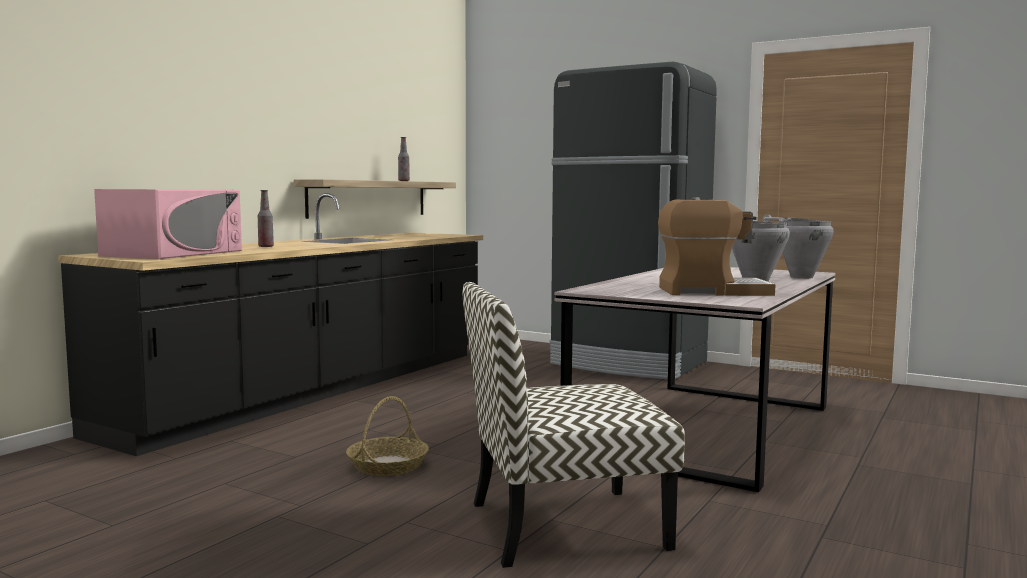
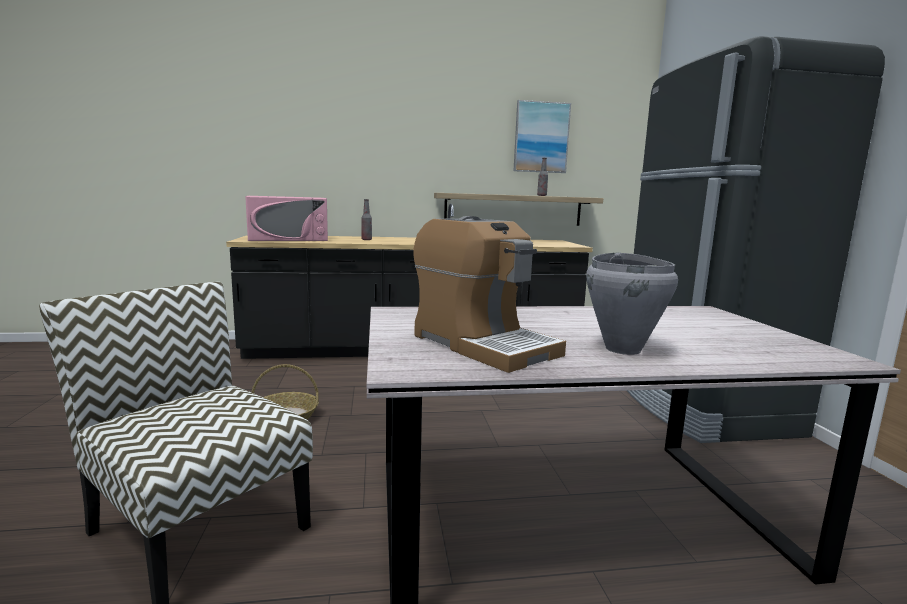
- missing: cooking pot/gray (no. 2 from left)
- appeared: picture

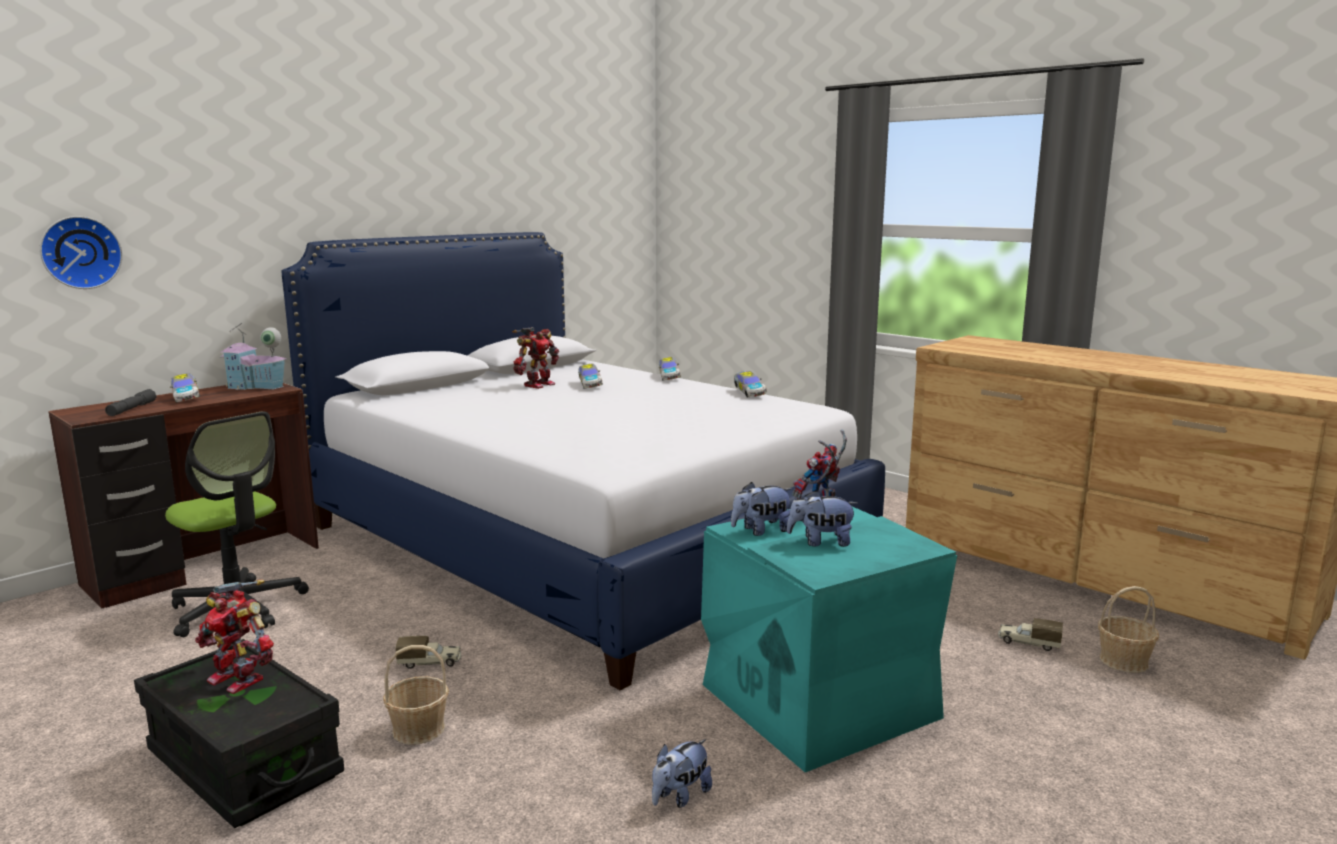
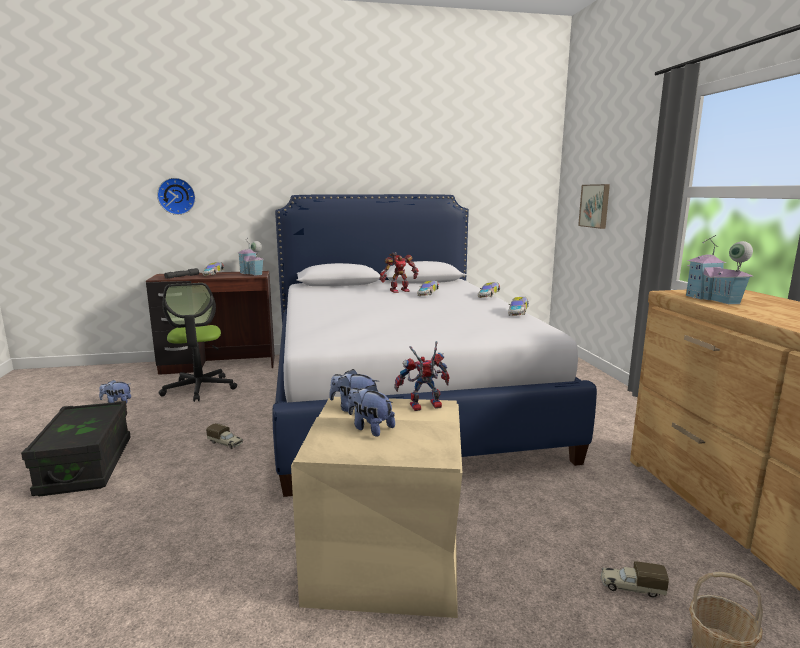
- missing: toy robot (no. 1 from left)
- missing: storage basket (no. 1 from left)
- appeared: picture
- appeared: toy house (no. 2 from left)
- relocated: cuddly toy (no. 1 from left)
- colour: storage bin/turquoise-coloured to storage bin/beige
- spun: model truck (no. 2 from left) 45 degrees counterclockwise

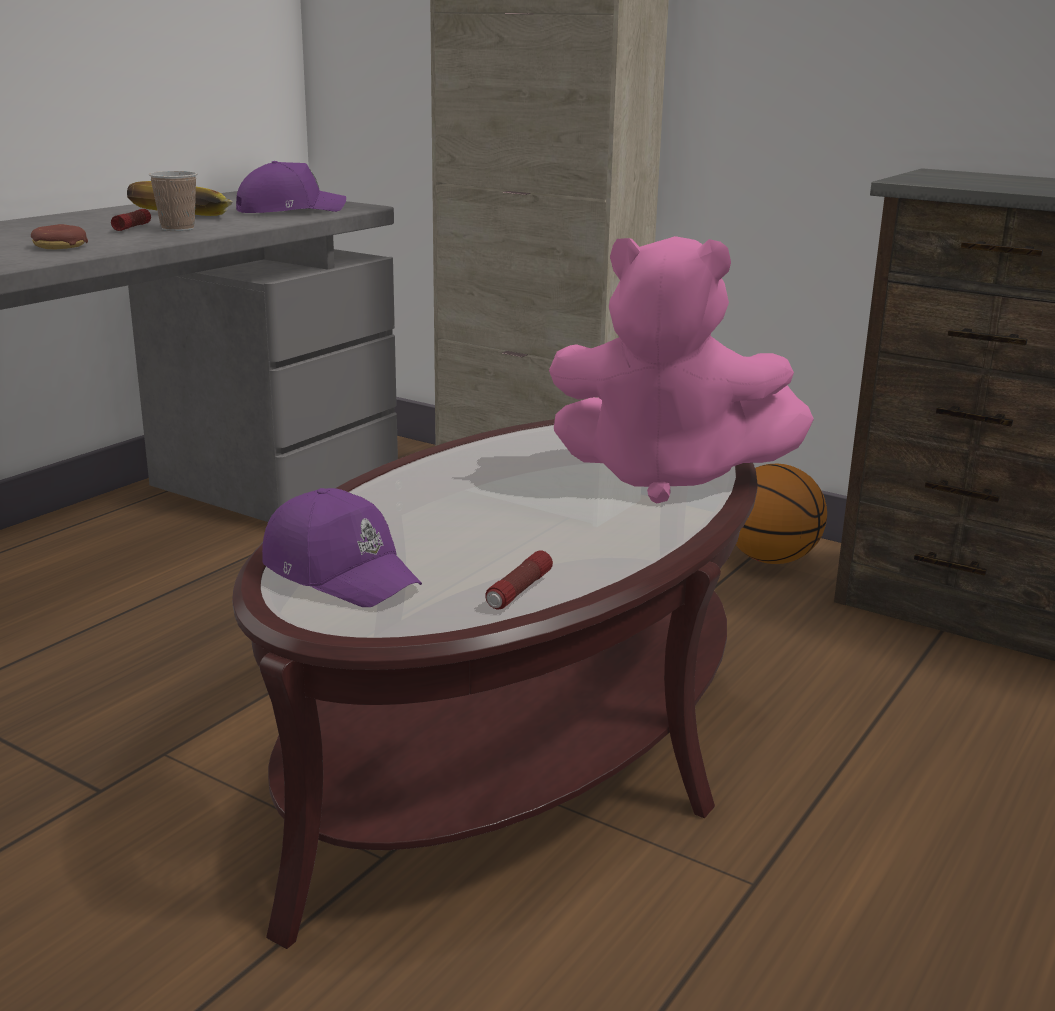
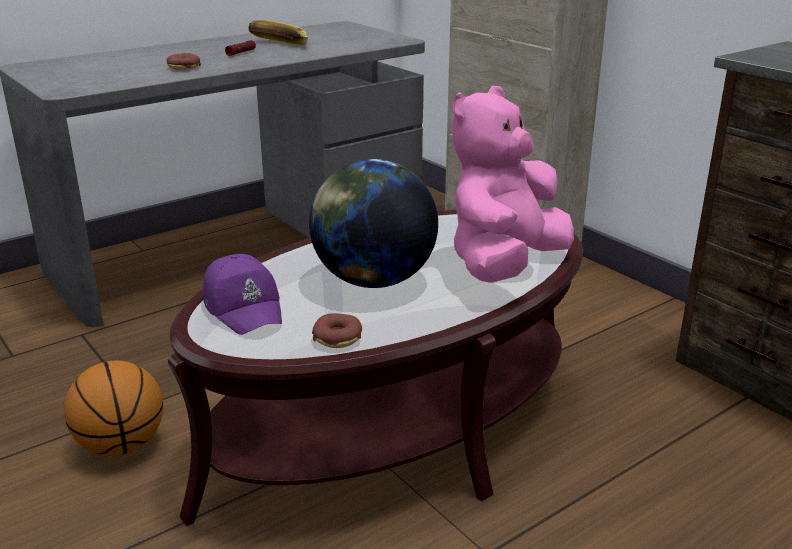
- missing: small cup
- missing: baseball cap/purple (no. 1 from left)
- appeared: desk globe
- relocated: ball for basketball
- exchanged: torch (no. 2 from left) to donut (no. 2 from left)
- spun: cuddly toy/pinkish 90 degrees clockwise

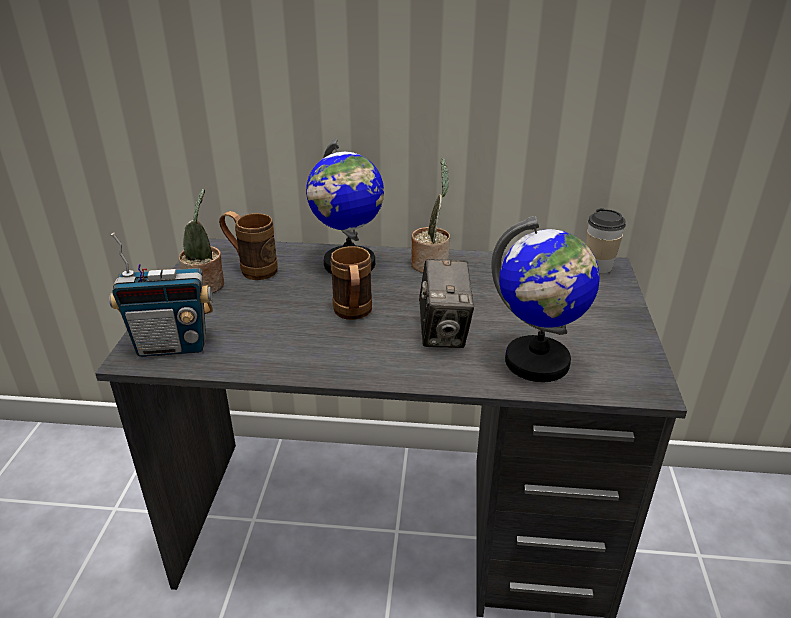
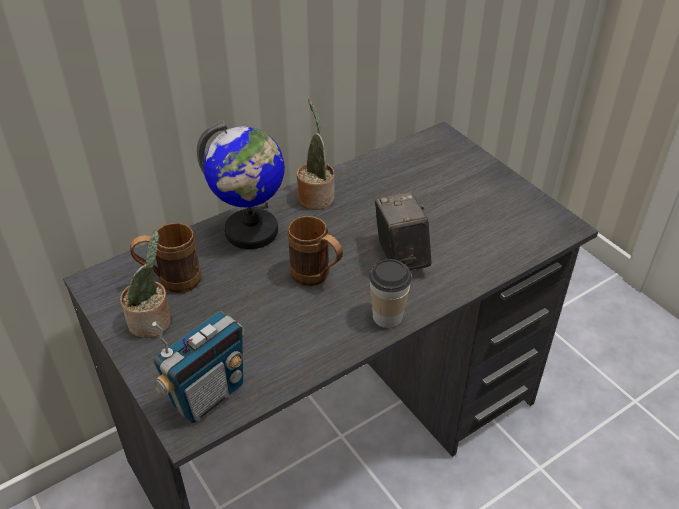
- missing: desk globe (no. 2 from left)
- relocated: small cup
- spun: still camera 150 degrees counterclockwise

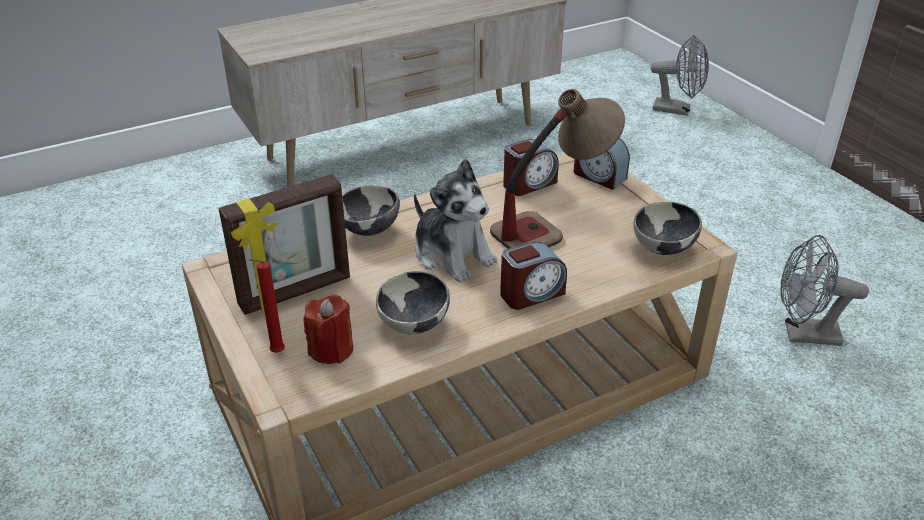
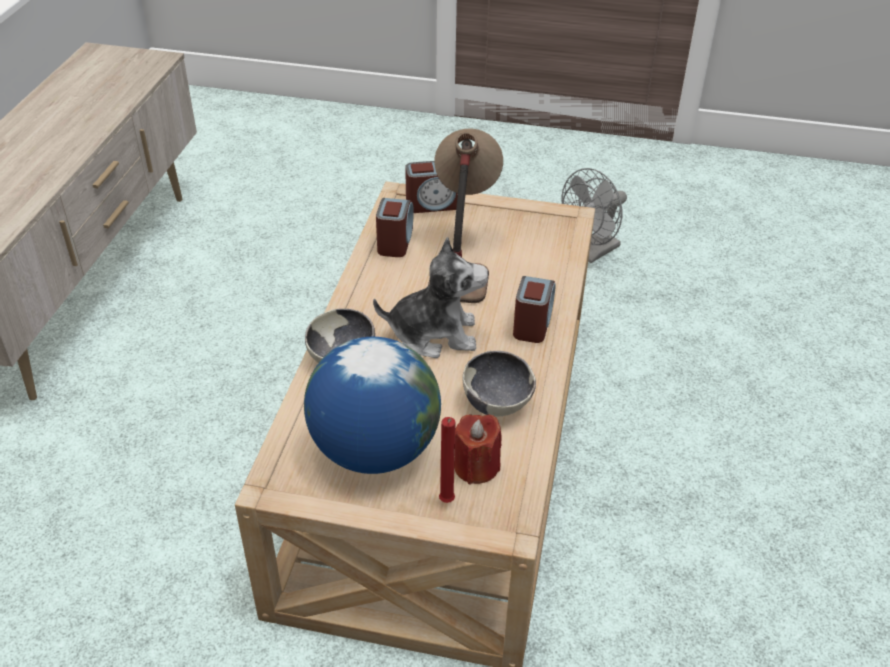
- missing: serving bowl (no. 3 from left)
- missing: fan/gray (no. 1 from left)
- exchanged: standing frame to desk globe

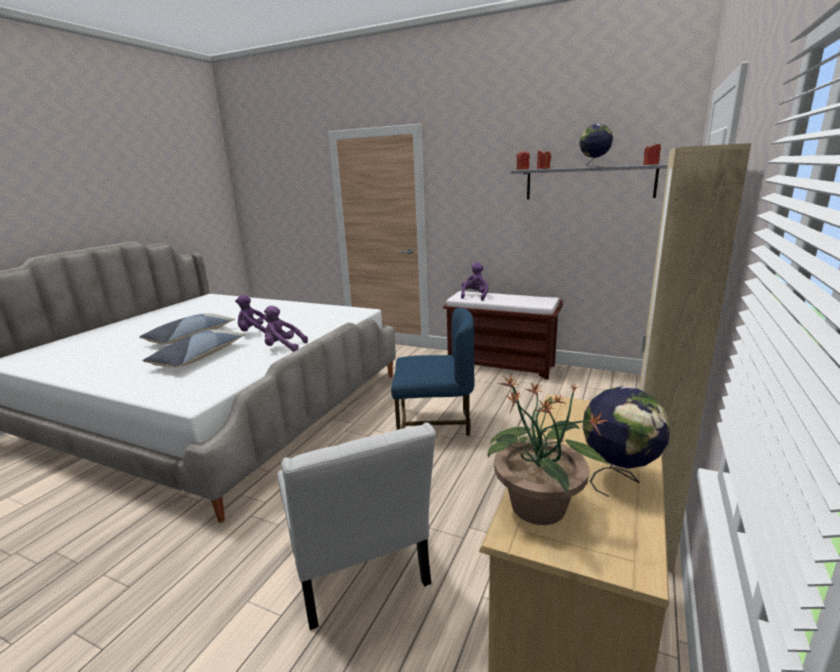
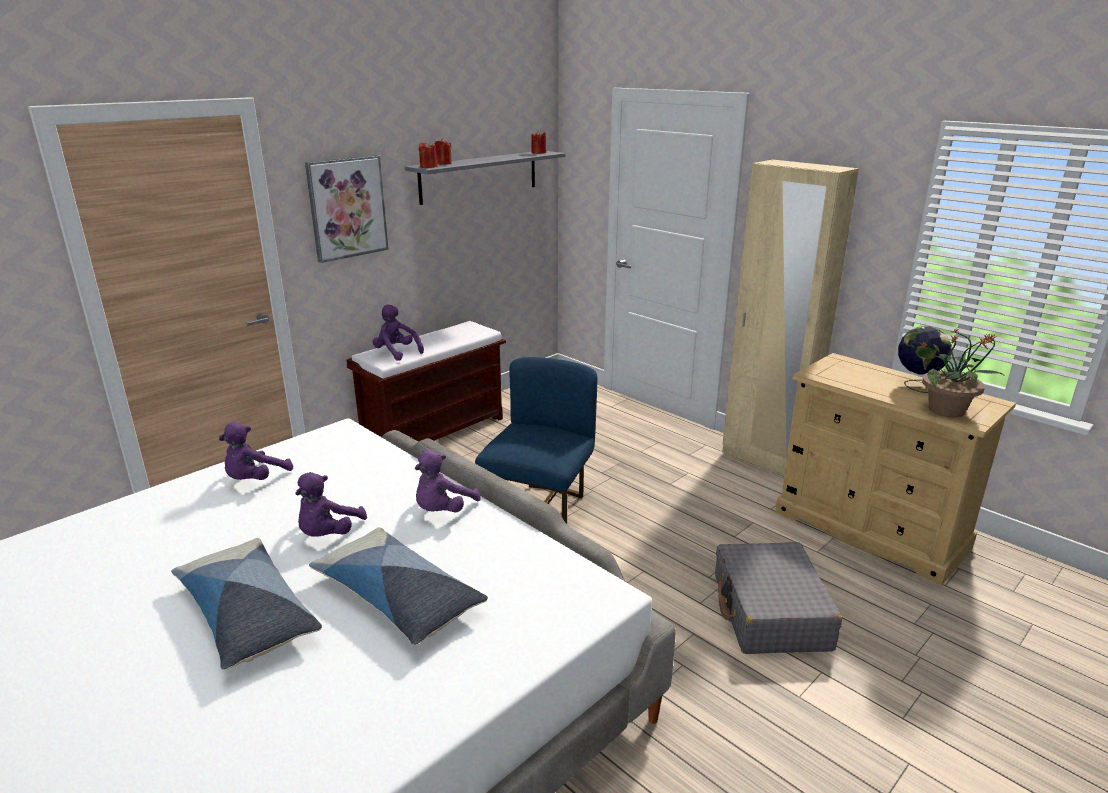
- missing: desk globe (no. 1 from left)
- appeared: cuddly toy/purple (no. 1 from left)
- appeared: picture
- exchanged: chair/white to travel case/gray

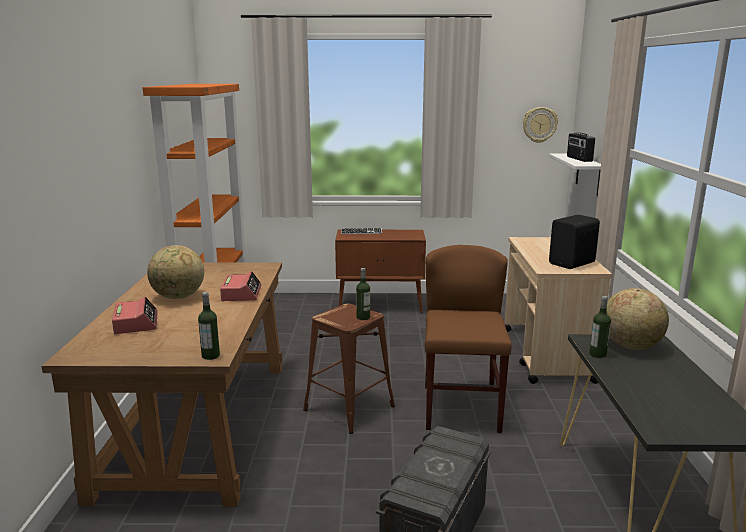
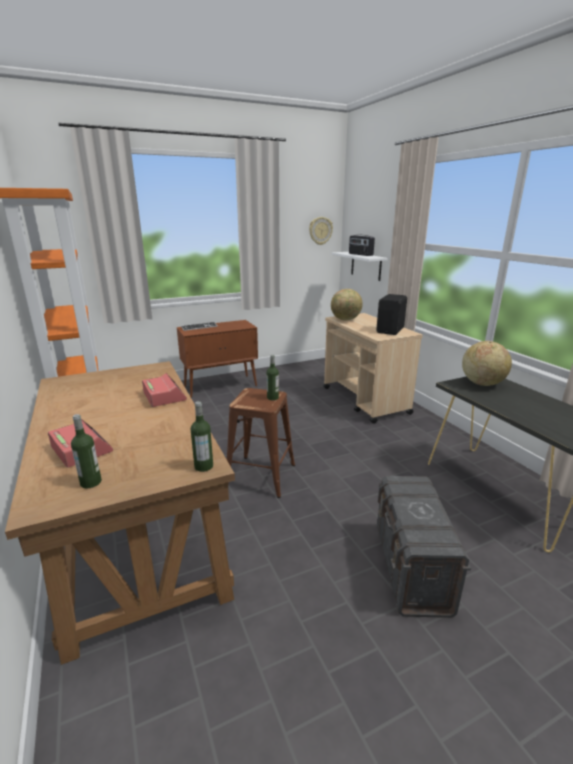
- missing: chair/brown
- relocated: desk globe (no. 1 from left)
- relocated: drink bottle (no. 3 from left in the first image) to drink bottle (no. 1 from left)

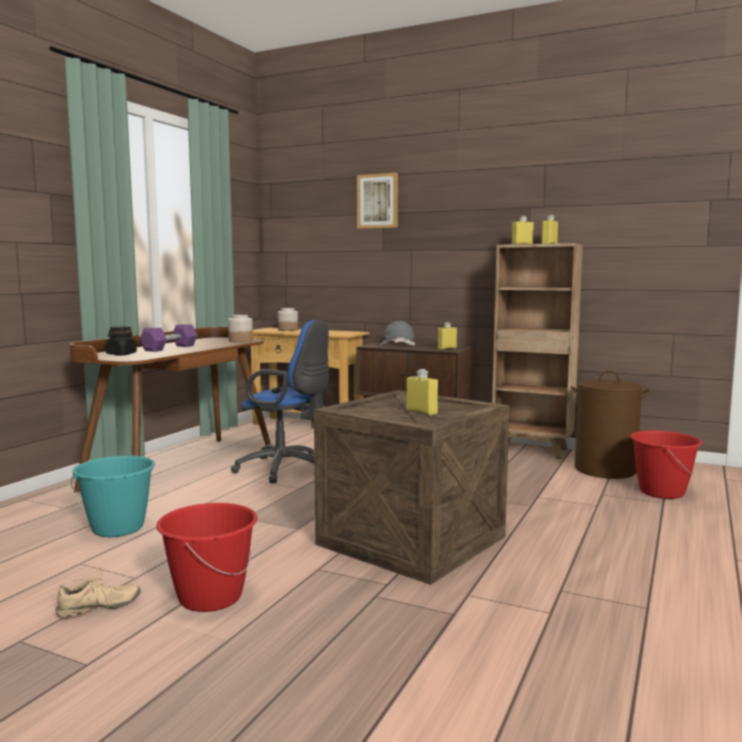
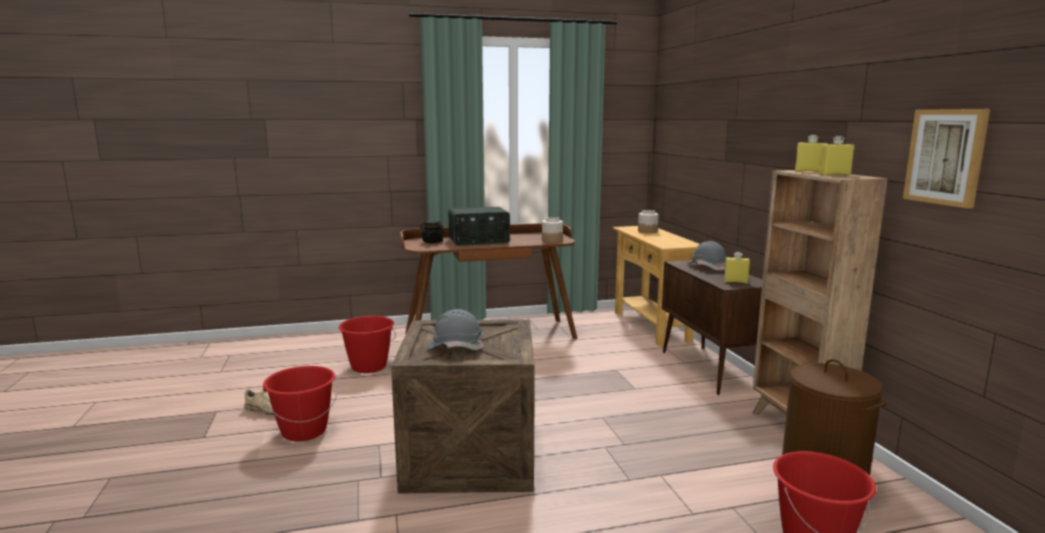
- missing: computer chair/blue-coloured
- relocated: picture
- exchanged: dumbbell/purple to radio
- exchanged: drink bottle/yellowish (no. 1 from left) to work helmet/gray (no. 1 from left)
- colour: pail/turquoise-coloured to pail/reddish (no. 2 from left)

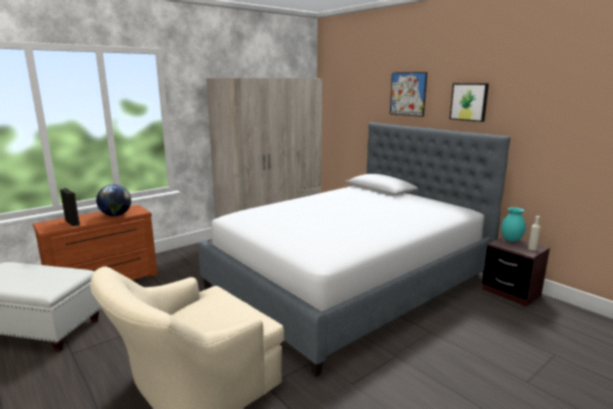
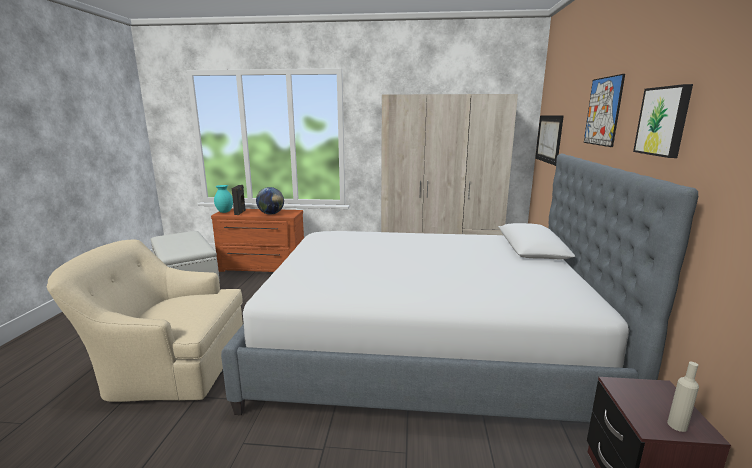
- appeared: picture (no. 1 from left)
- relocated: flower vase/turquoise-coloured

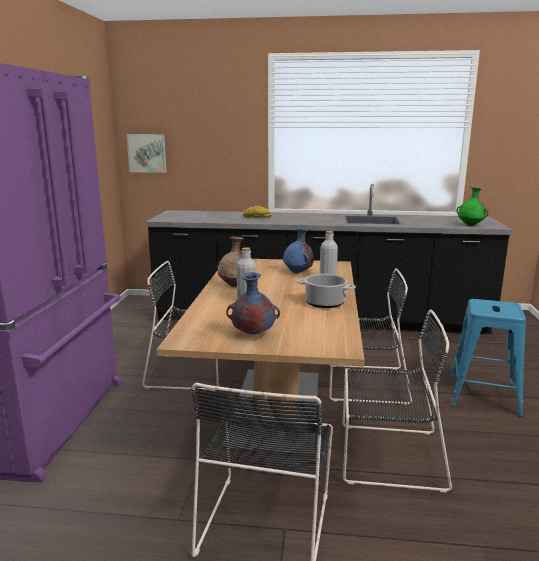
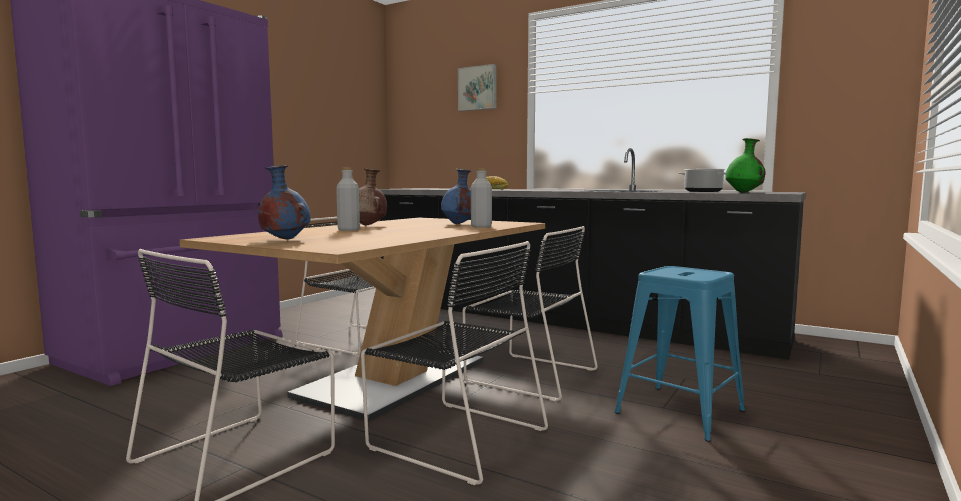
- relocated: picture
- relocated: cooking pot

